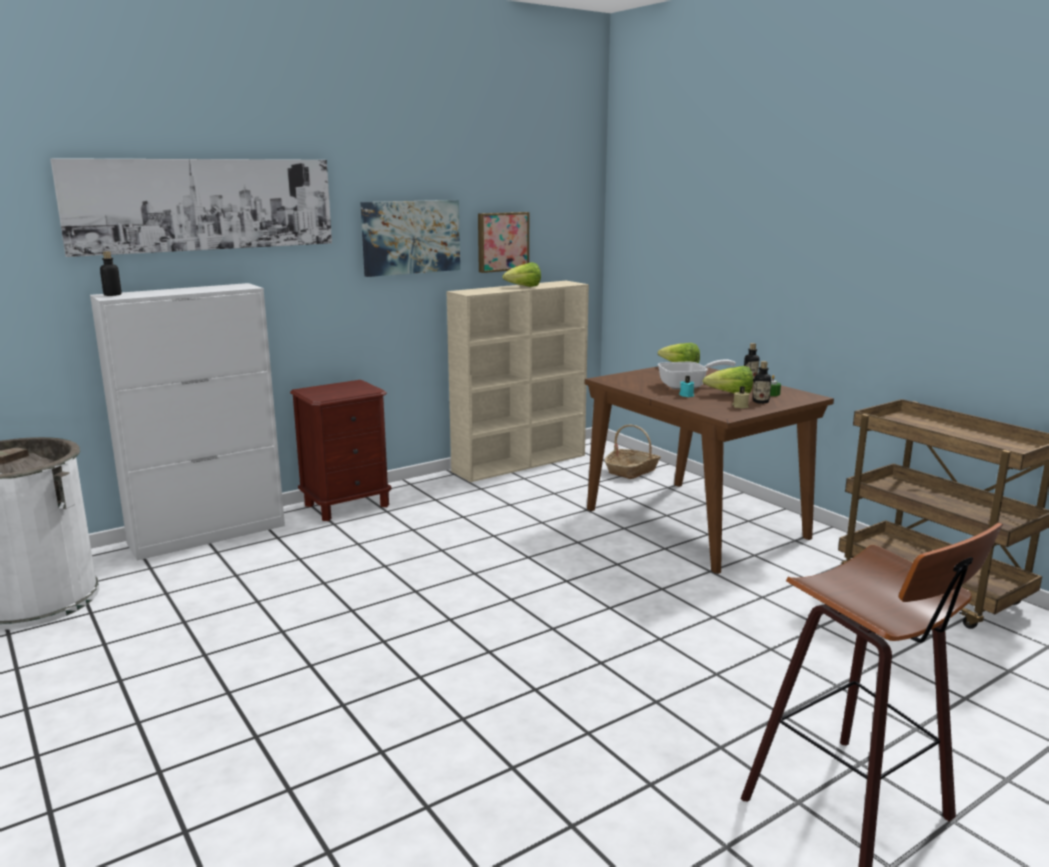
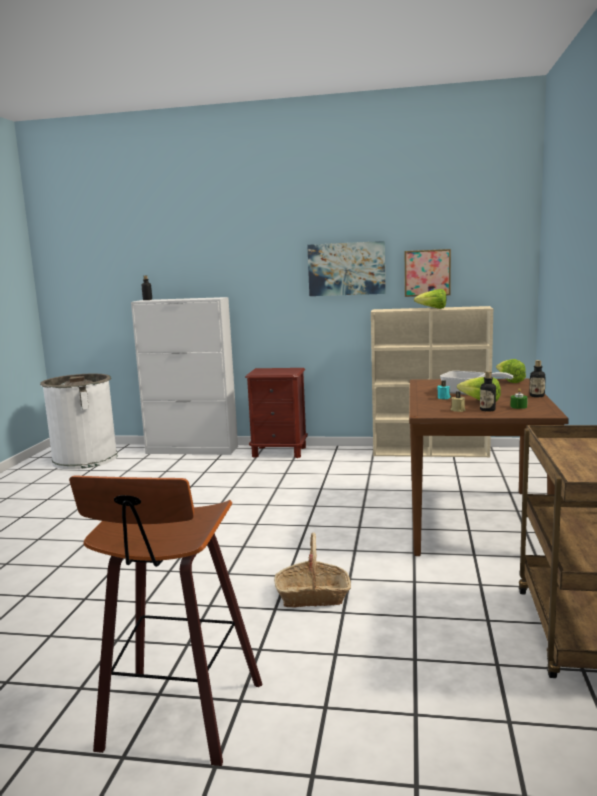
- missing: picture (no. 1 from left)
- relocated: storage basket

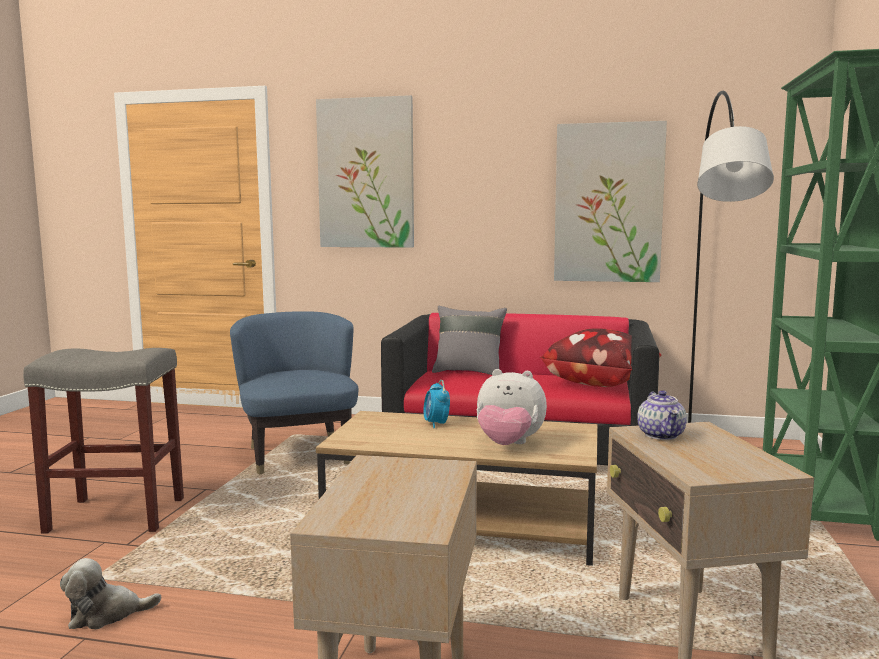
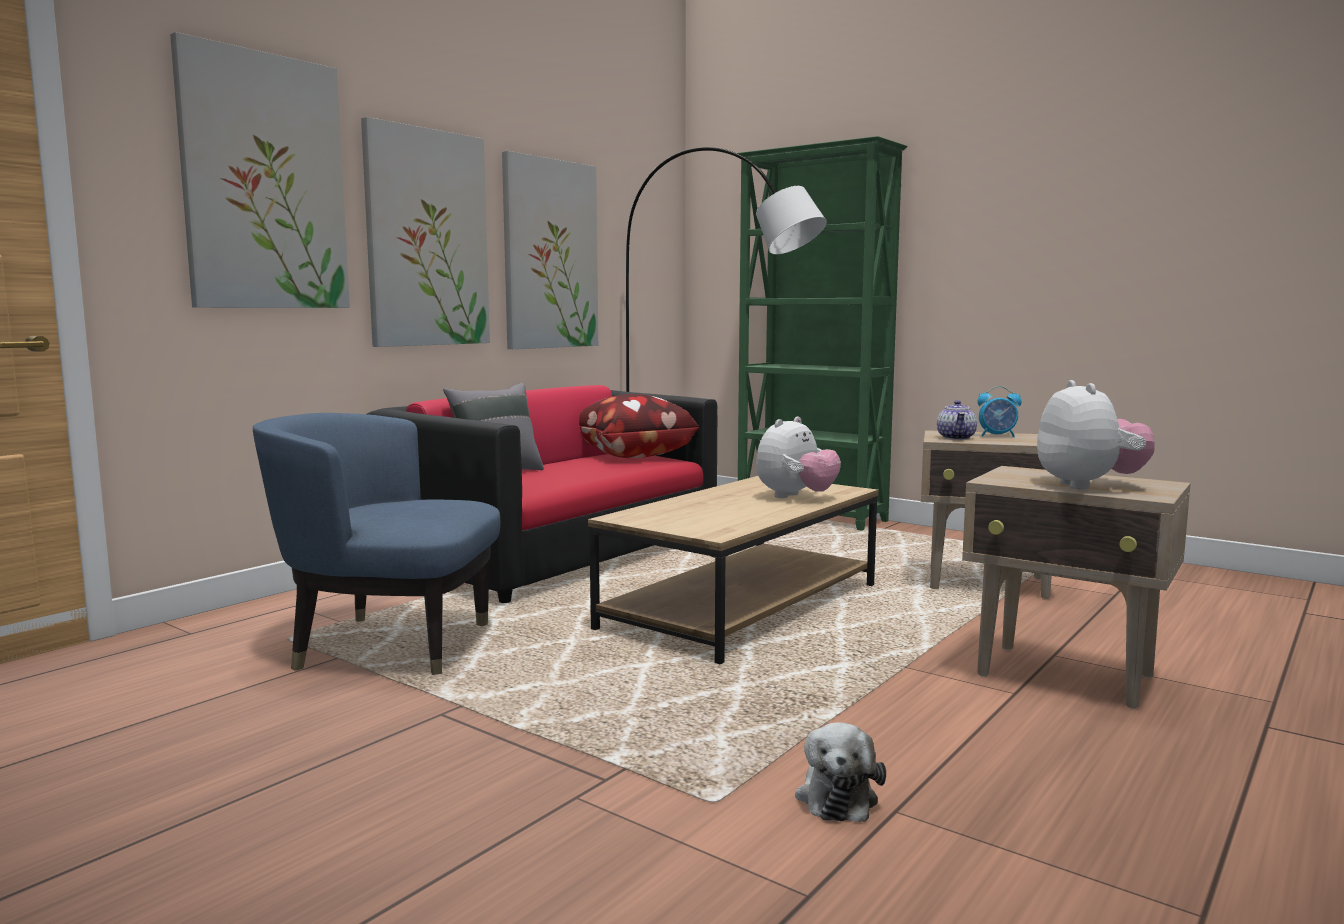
- missing: sitting stool/gray
- appeared: picture (no. 2 from left)
- appeared: cuddly toy (no. 3 from left)
- relocated: table clock
- spun: tea pot 75 degrees clockwise

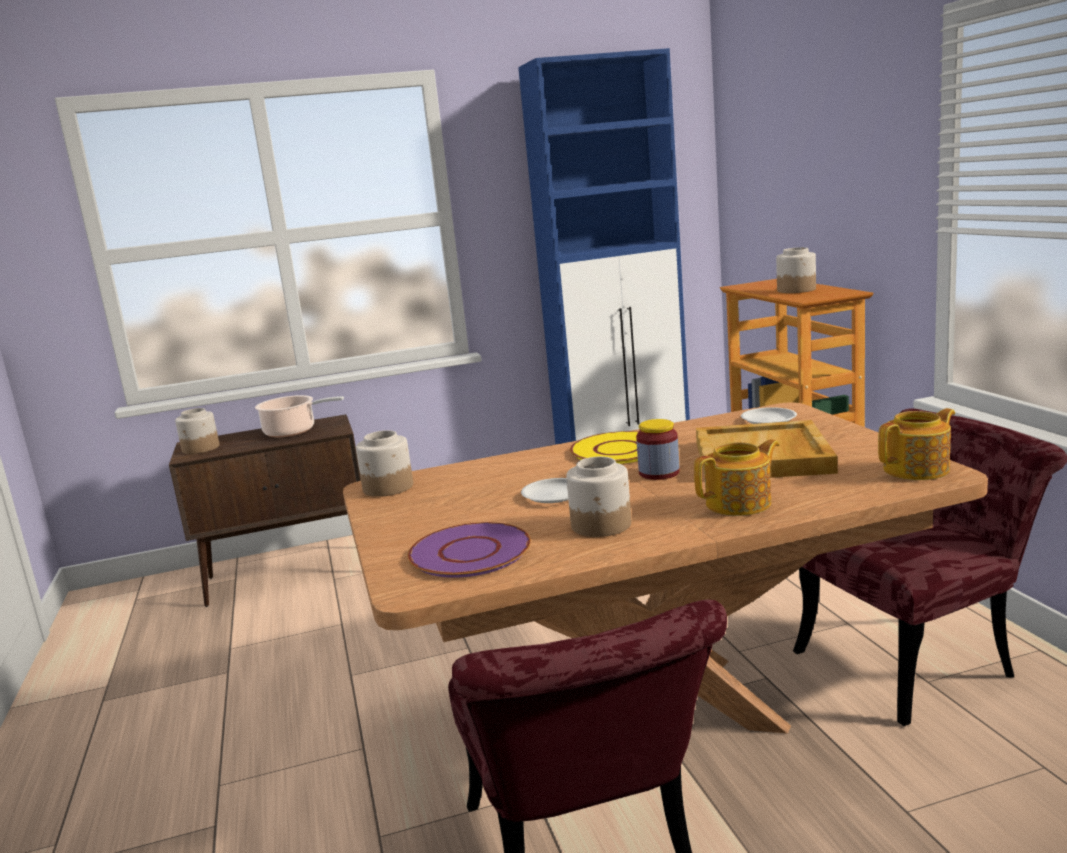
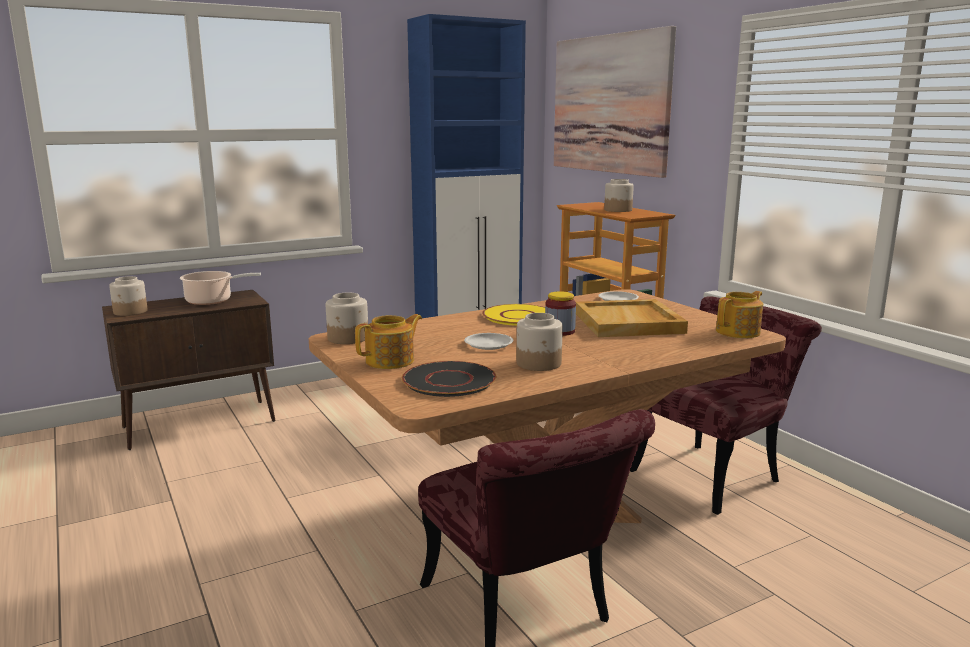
- appeared: picture
- relocated: tea pot (no. 1 from left)
- colour: plate/purple to plate/black-coloured

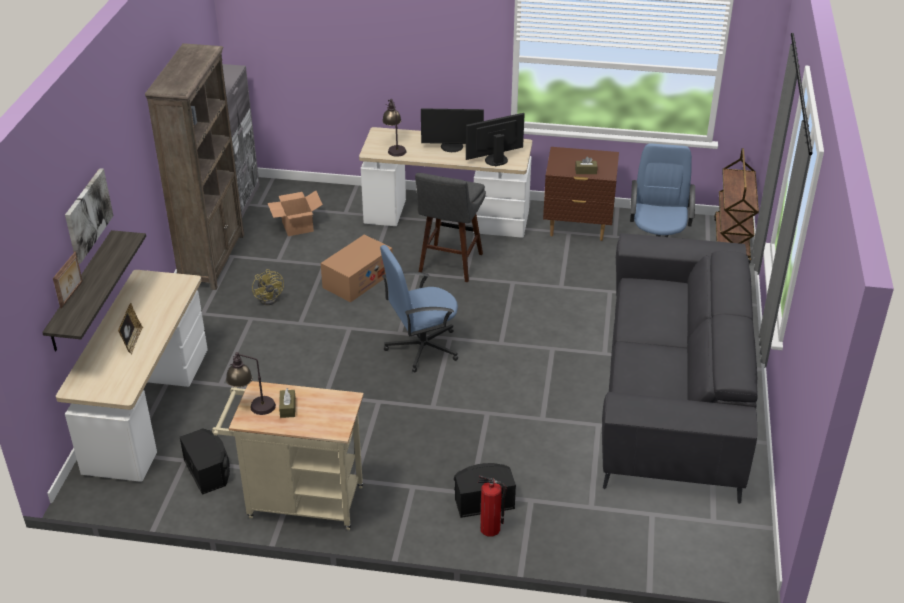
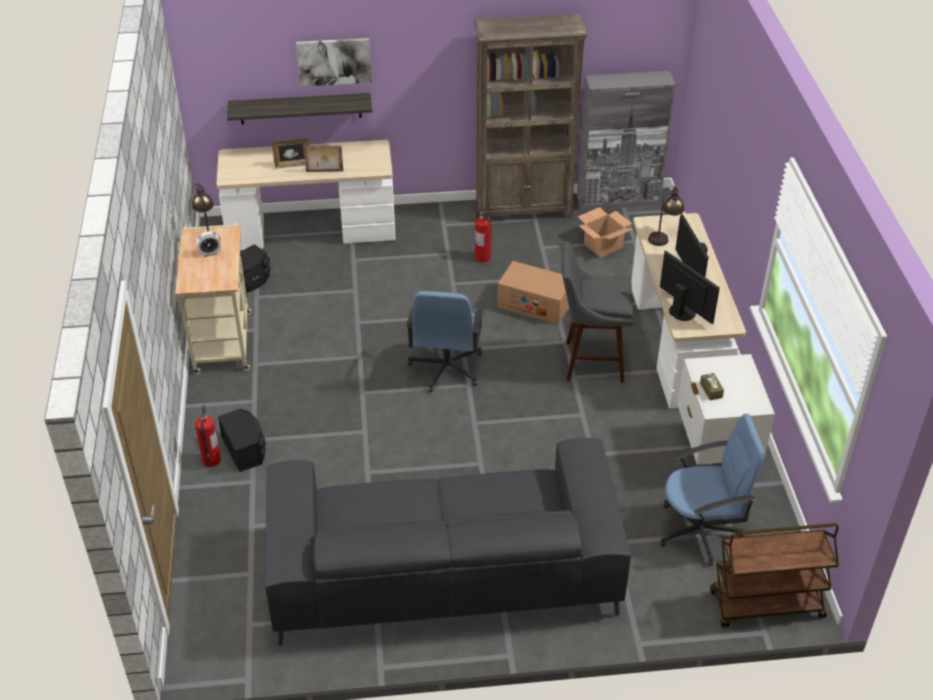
- relocated: standing frame (no. 1 from left in the first image) to standing frame (no. 2 from left)
- exchanged: fan/yellowish to fire extinguisher (no. 2 from left)
- exchanged: tissue box/brown (no. 1 from left) to table clock
- colour: night table/brown to night table/white
- spun: computer chair/blue-coloured (no. 1 from left) 135 degrees counterclockwise

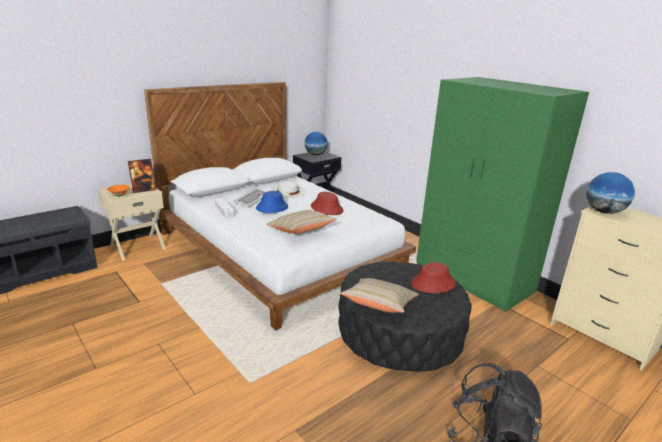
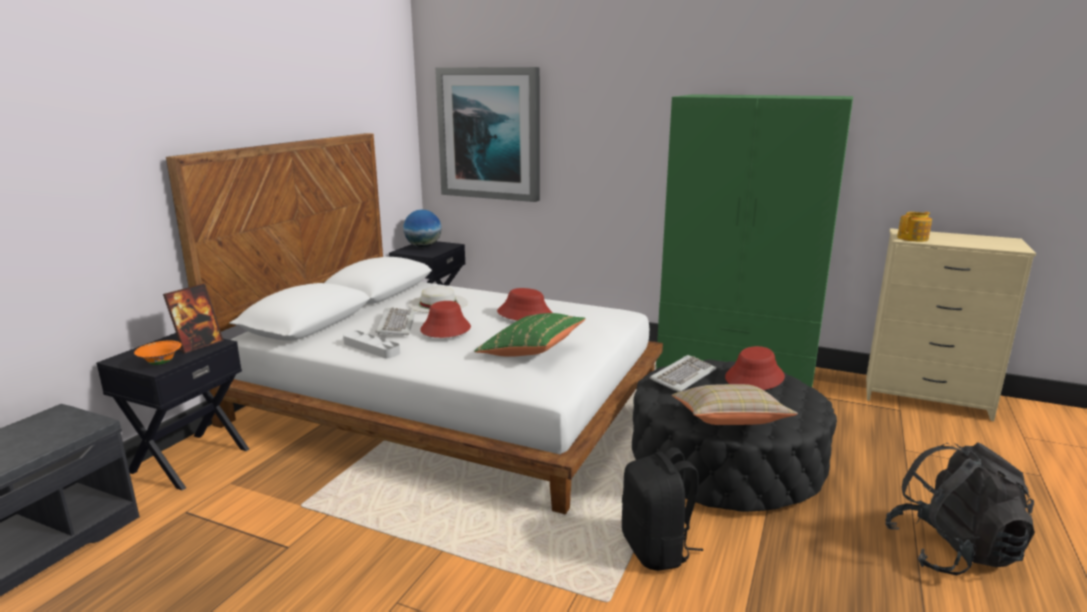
- appeared: picture
- appeared: backpack/black-coloured (no. 1 from left)
- appeared: PC keyboard (no. 2 from left)
- exchanged: desk globe (no. 2 from left) to tea pot
- colour: night table/beige to night table/black-coloured (no. 1 from left)
- colour: clothing hat/blue-coloured to clothing hat/reddish (no. 1 from left)
- colour: pillow/beige (no. 1 from left) to pillow/greenish

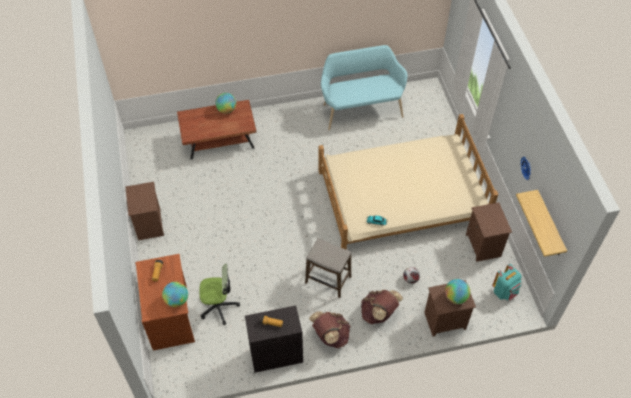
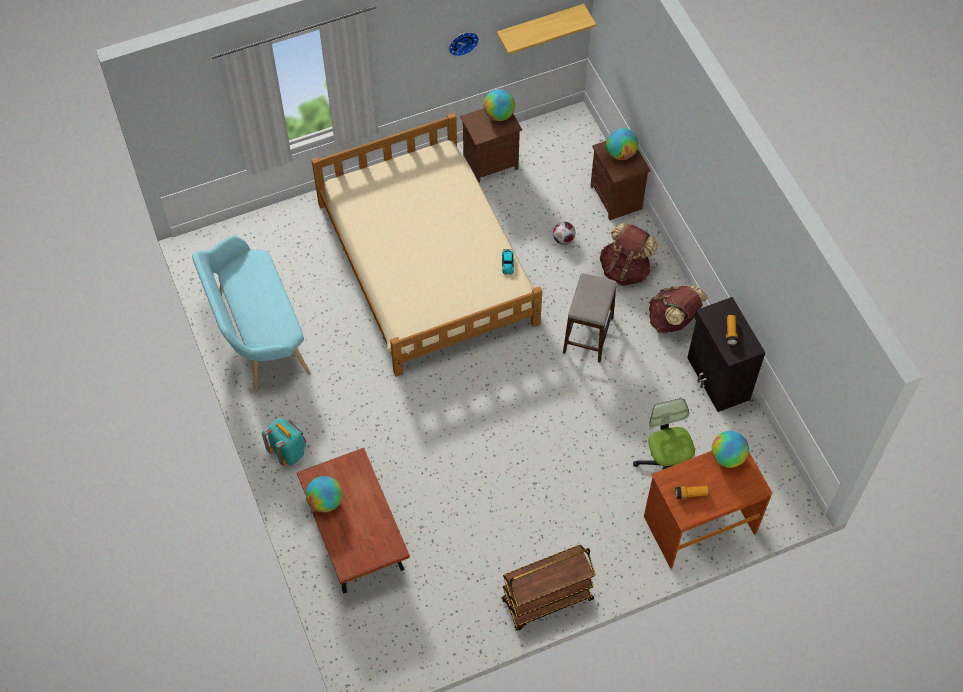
- appeared: desk globe (no. 2 from left)
- relocated: backpack/turquoise-coloured
- exchanged: night table/brown (no. 1 from left) to trolley/brown

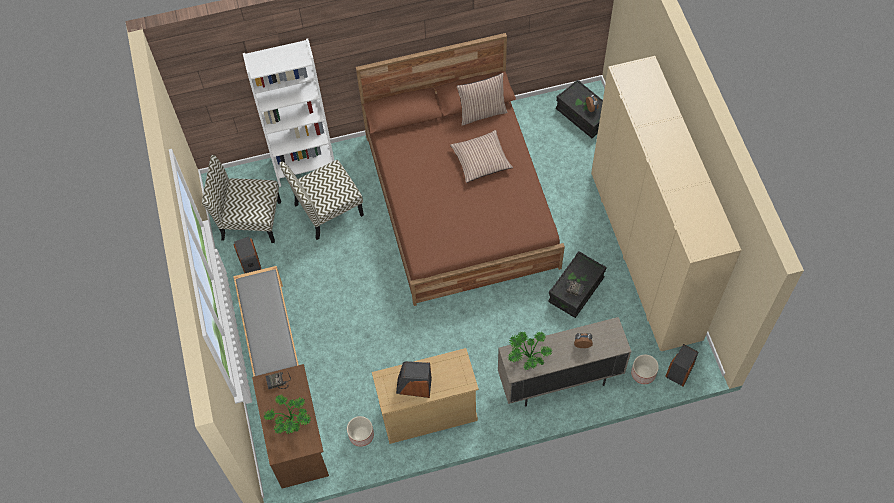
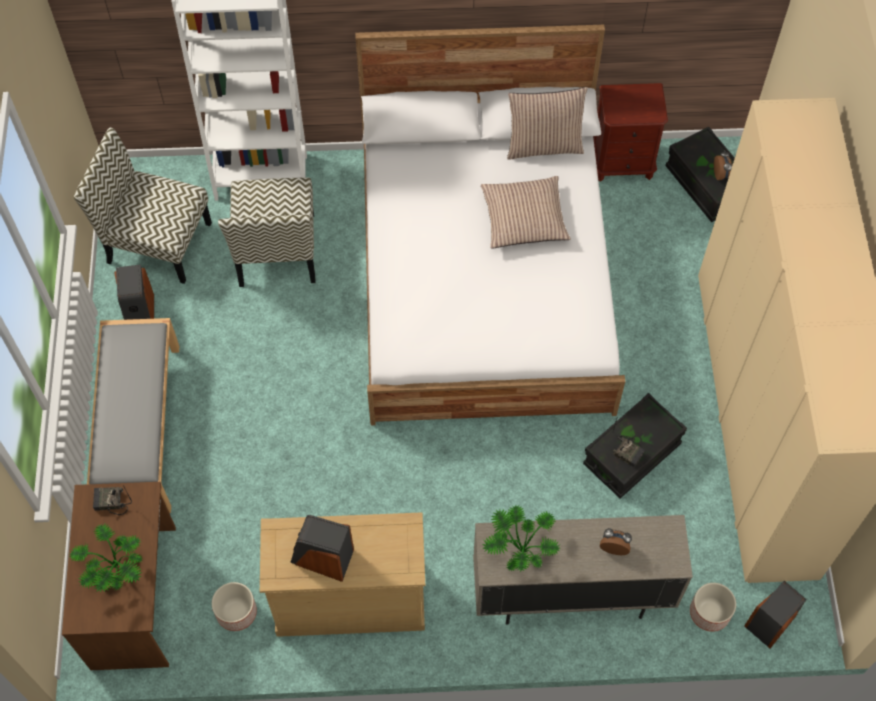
- appeared: night table/brown
- colour: bed/brown to bed/white
- spun: chair (no. 2 from left) 75 degrees counterclockwise

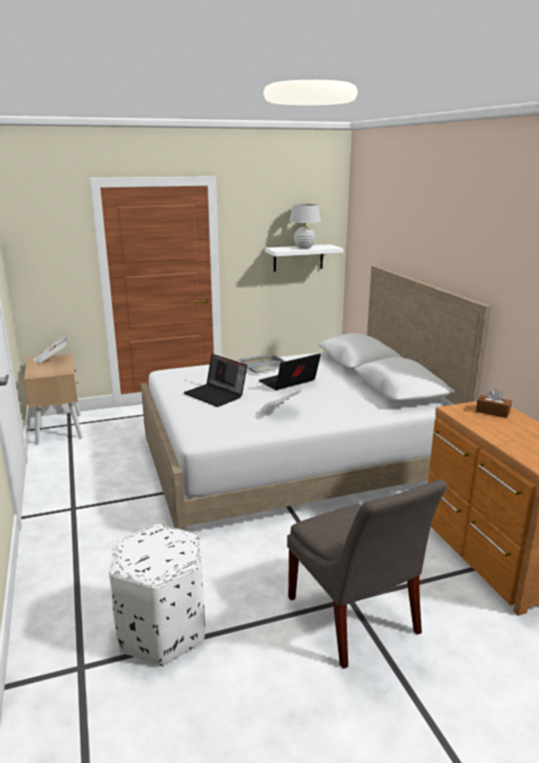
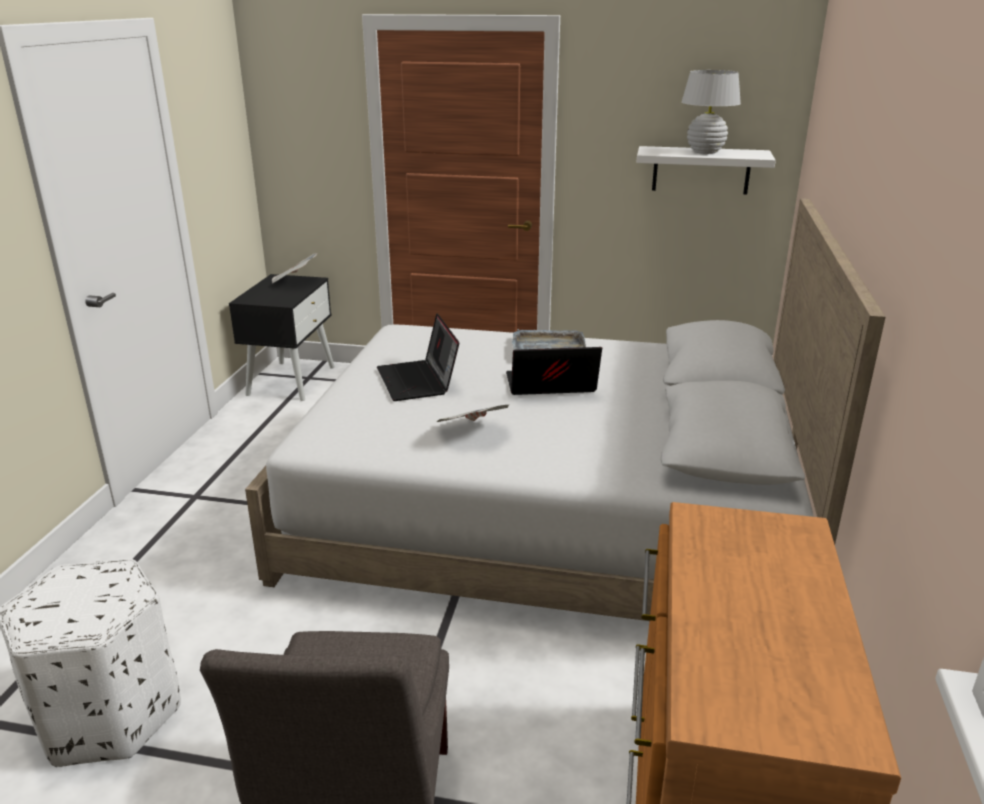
- missing: tissue box/brown
- colour: night table/beige to night table/black-coloured

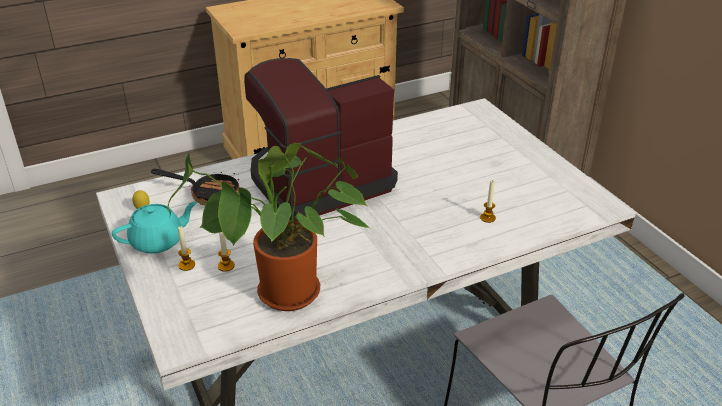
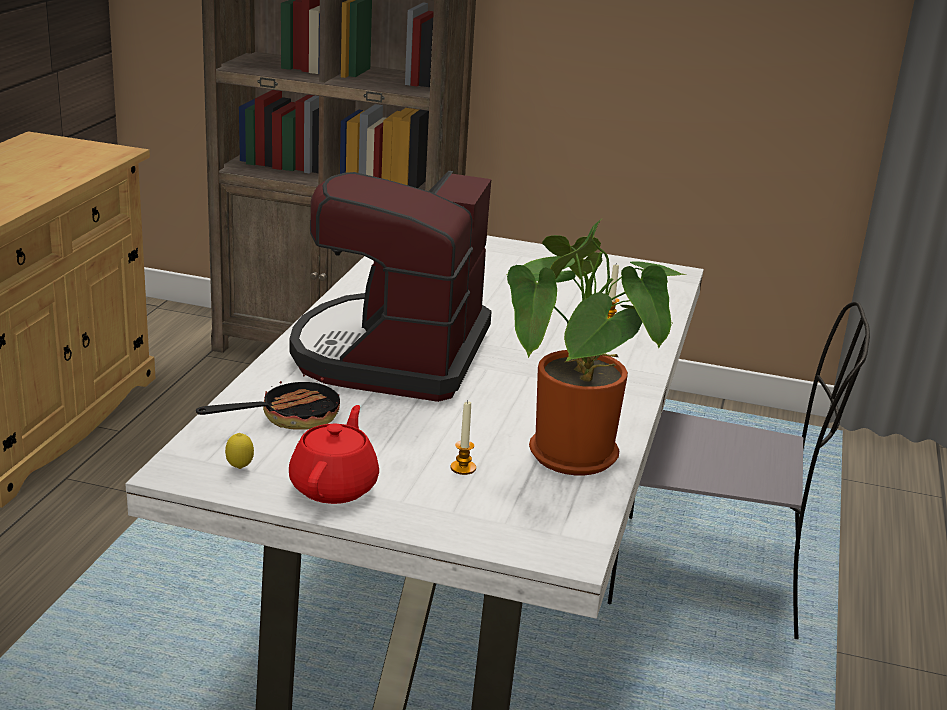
- missing: wax light (no. 1 from left)
- colour: tea pot/turquoise-coloured to tea pot/reddish

